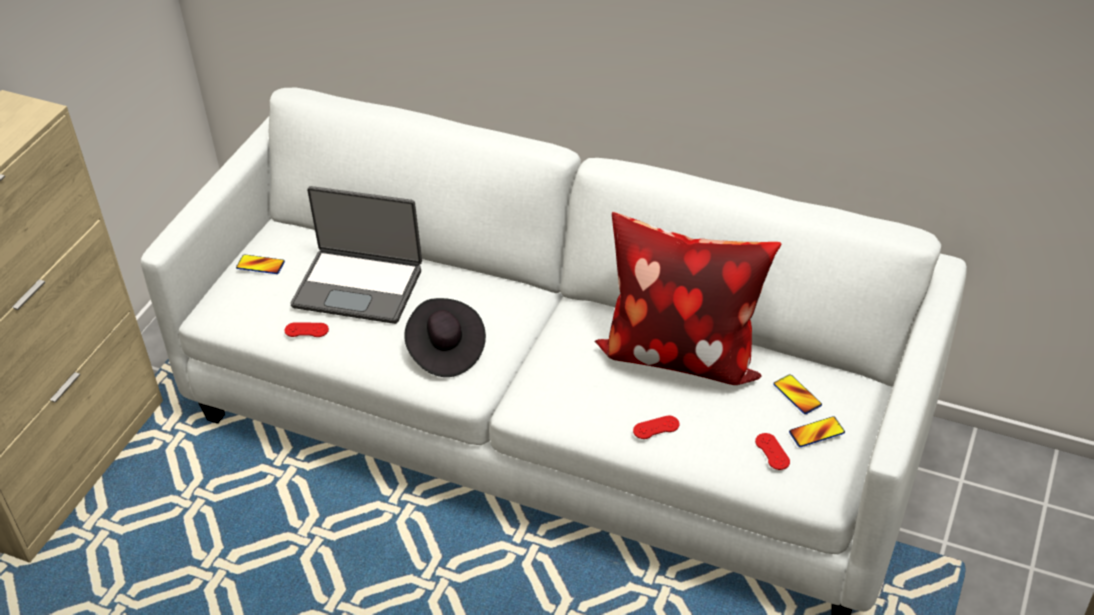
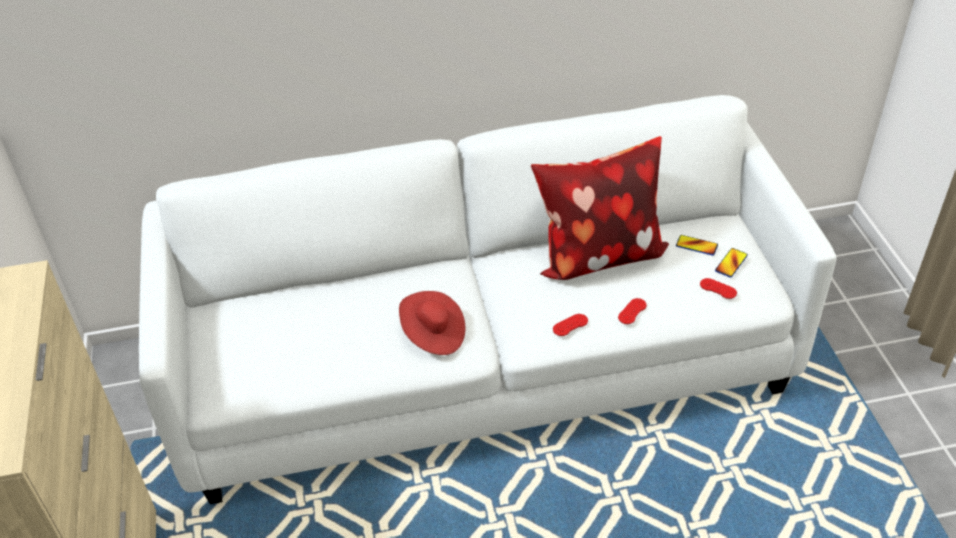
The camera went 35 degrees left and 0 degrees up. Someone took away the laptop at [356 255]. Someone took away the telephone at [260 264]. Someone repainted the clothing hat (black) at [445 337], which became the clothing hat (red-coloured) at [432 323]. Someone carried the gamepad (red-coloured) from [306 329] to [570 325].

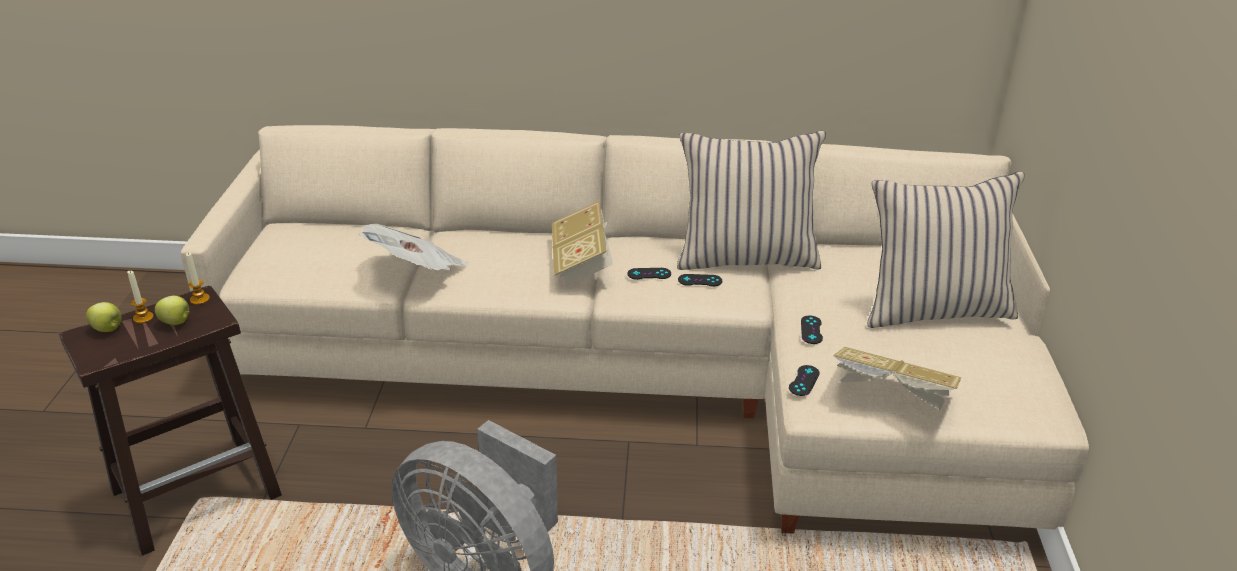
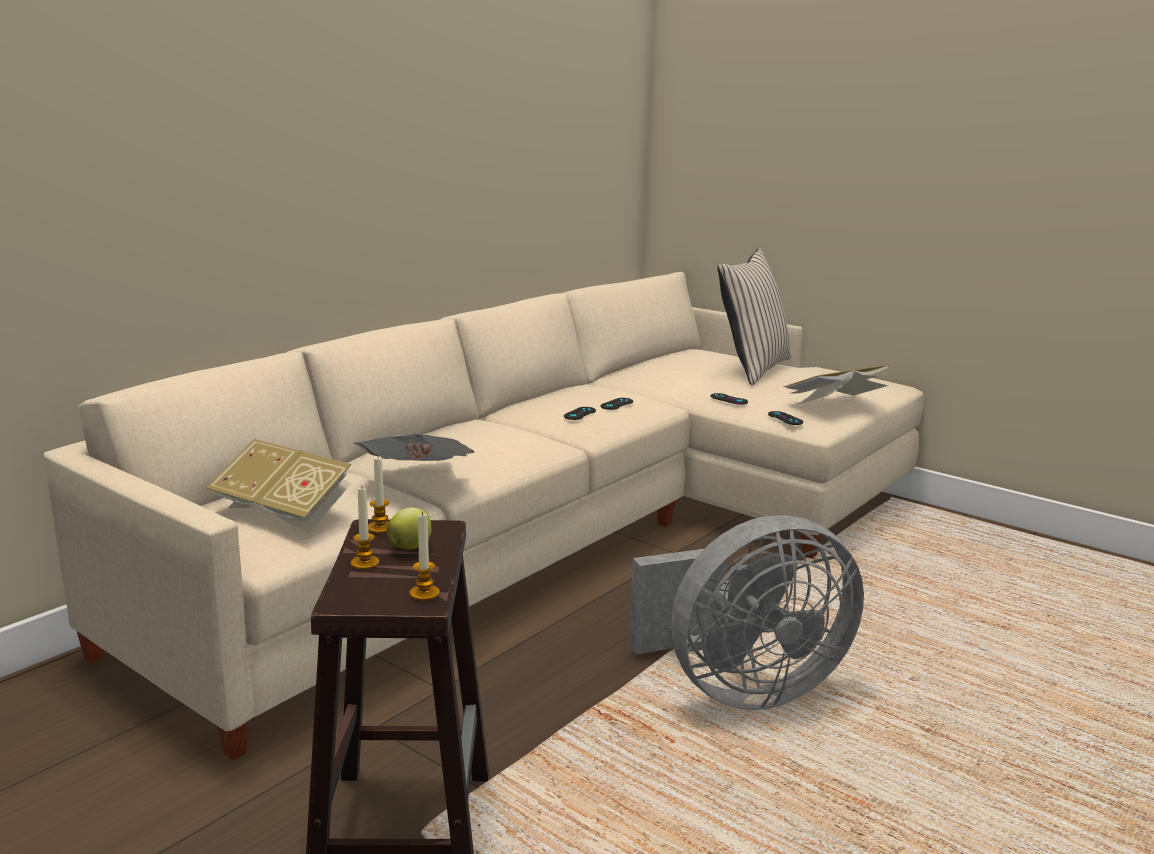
The camera went 55 degrees left and 15 degrees down. Someone took away the throw pillow (sand-coloured) at [751 200]. Someone carried the volume from [582 243] to [278 486]. Someone took away the apple at [104 317]. Someone put down the candle at [425 556].

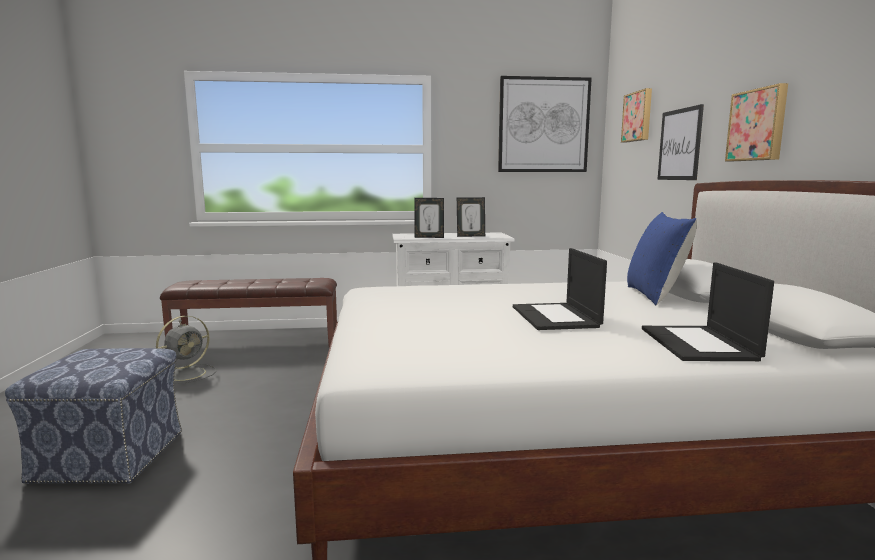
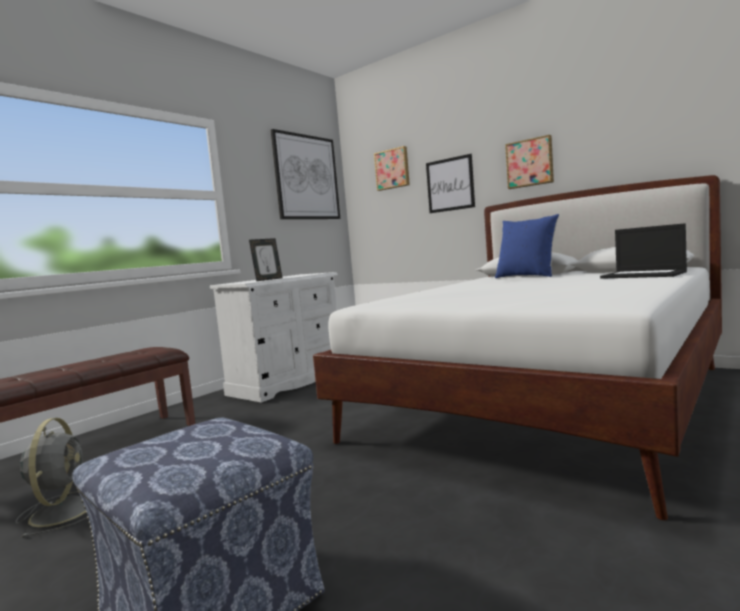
The camera went 45 degrees left and 5 degrees down. Someone took away the photo frame at [471 217]. Someone took away the laptop at [560 289].

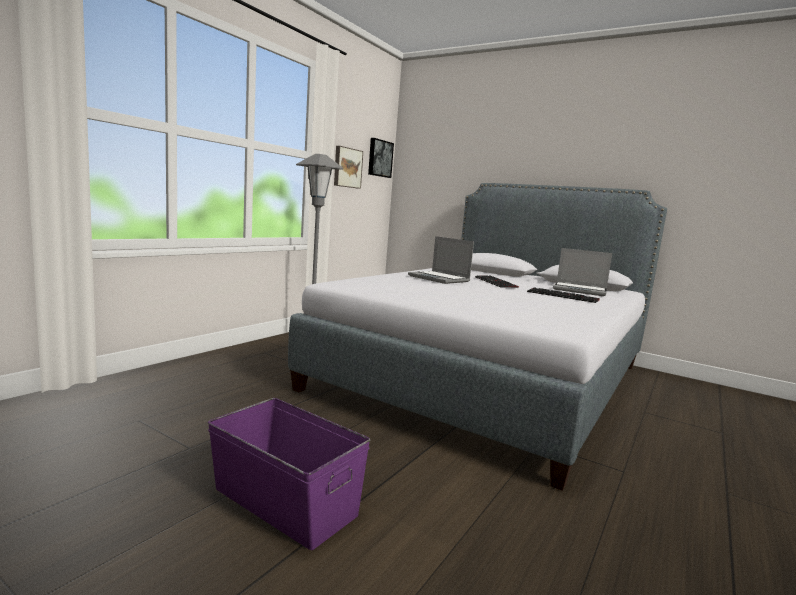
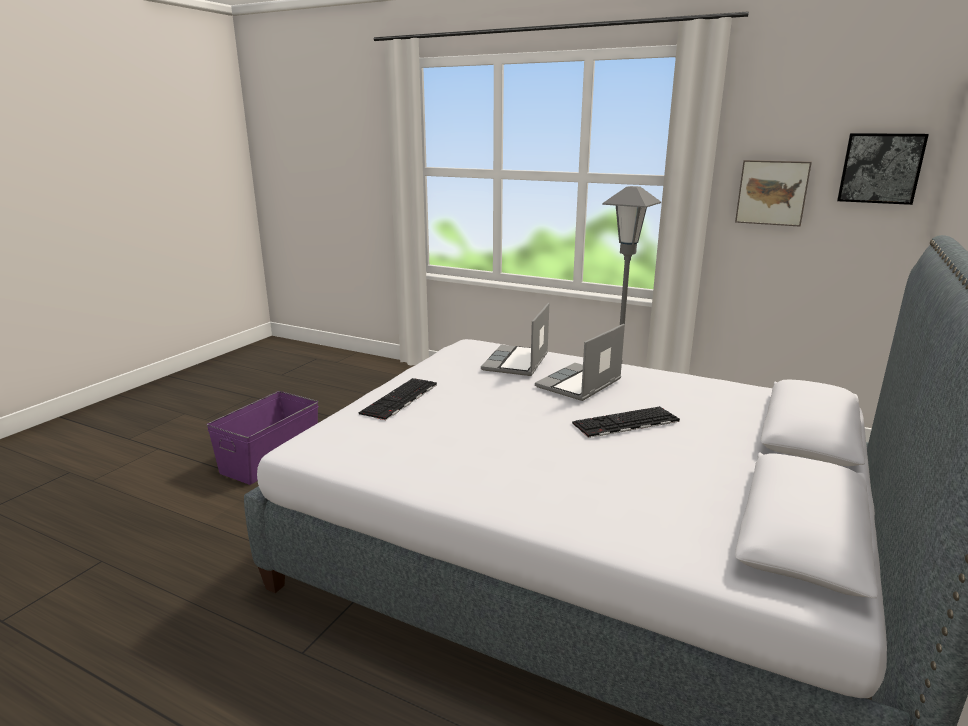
The camera went 85 degrees right and 10 degrees up. Someone carried the laptop from [582 272] to [515 339]. Someone carried the keyboard from [563 295] to [398 399].

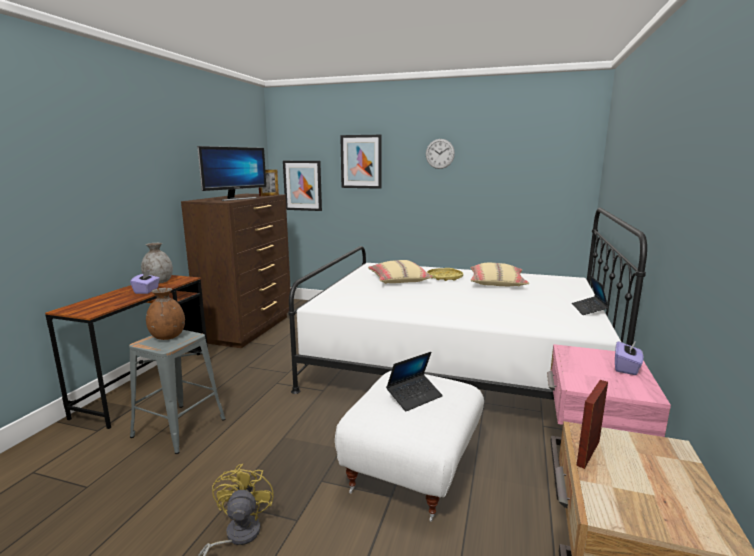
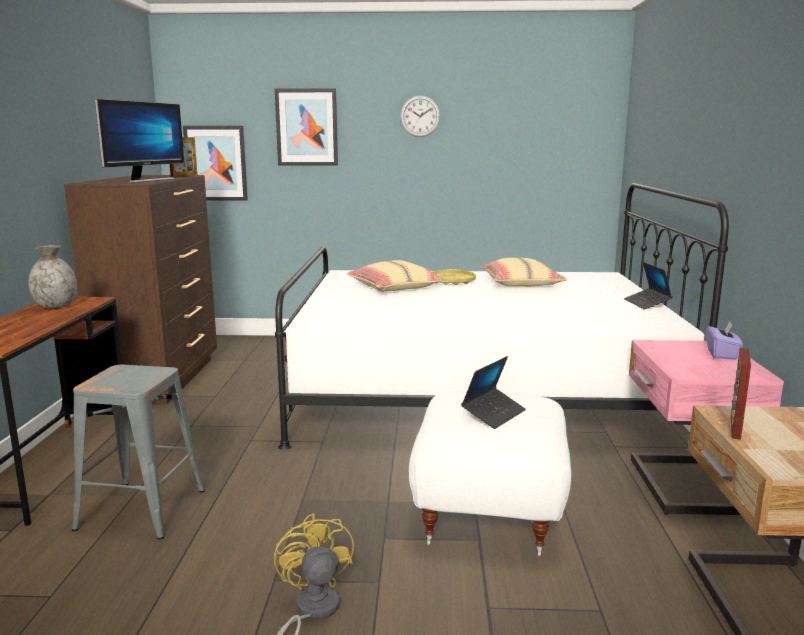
The camera went 15 degrees left and 0 degrees up. Someone took away the box of tissues (purple-coloured) at [145 282]. Someone took away the decorative vase (brown) at [165 314].

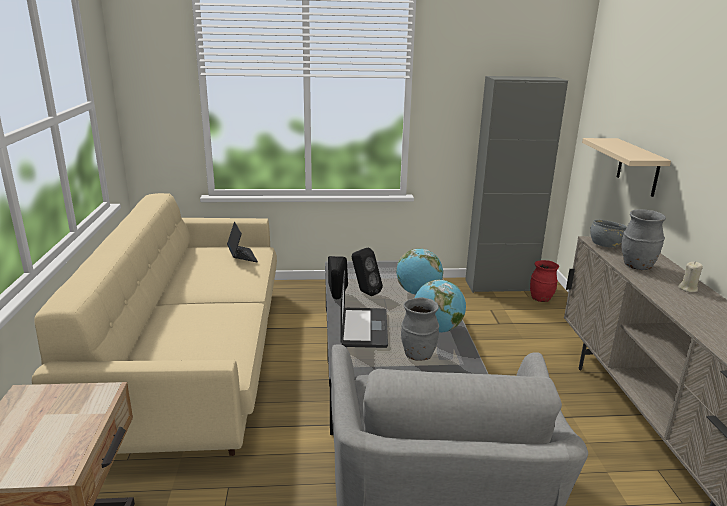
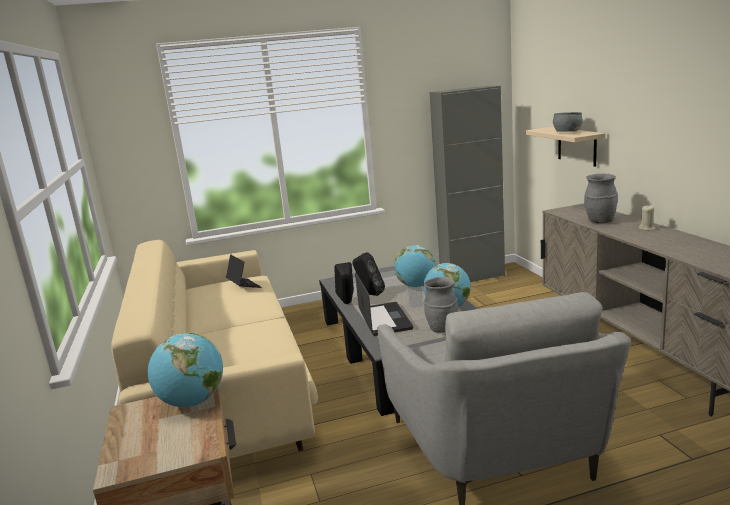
The camera went 10 degrees left and 5 degrees down. Someone carried the deep dish (grey) from [608 233] to [568 122]. Someone took away the decorative vase (red-coloured) at [544 281]. Someone put down the desk globe at [185 370].

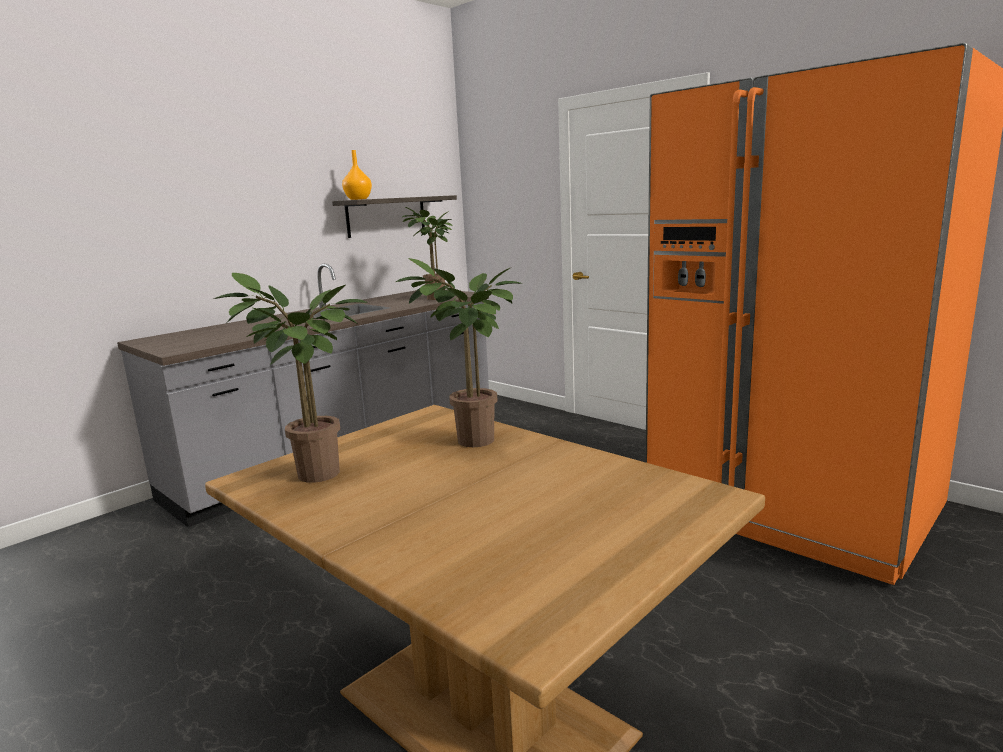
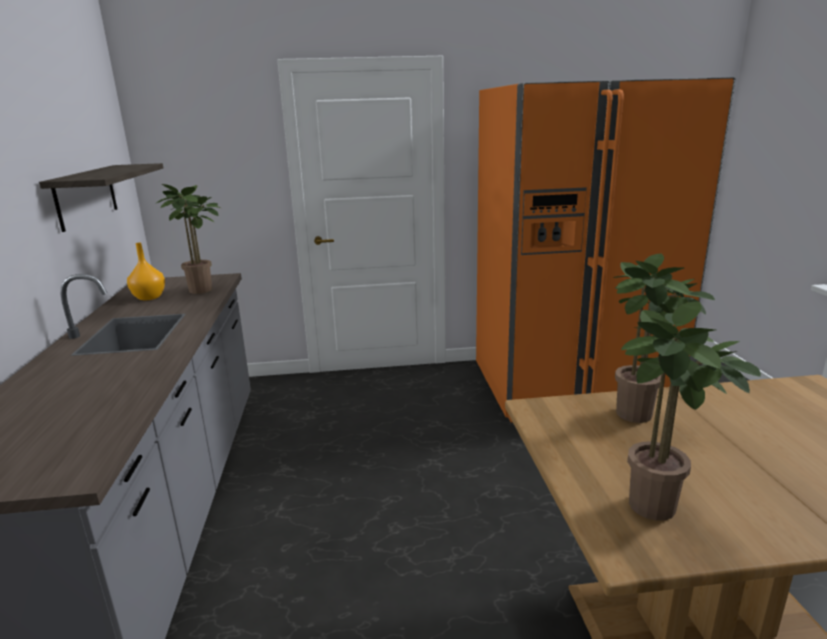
The camera went 50 degrees left and 5 degrees up. Someone carried the decorative vase (orange) from [357 175] to [146 271].

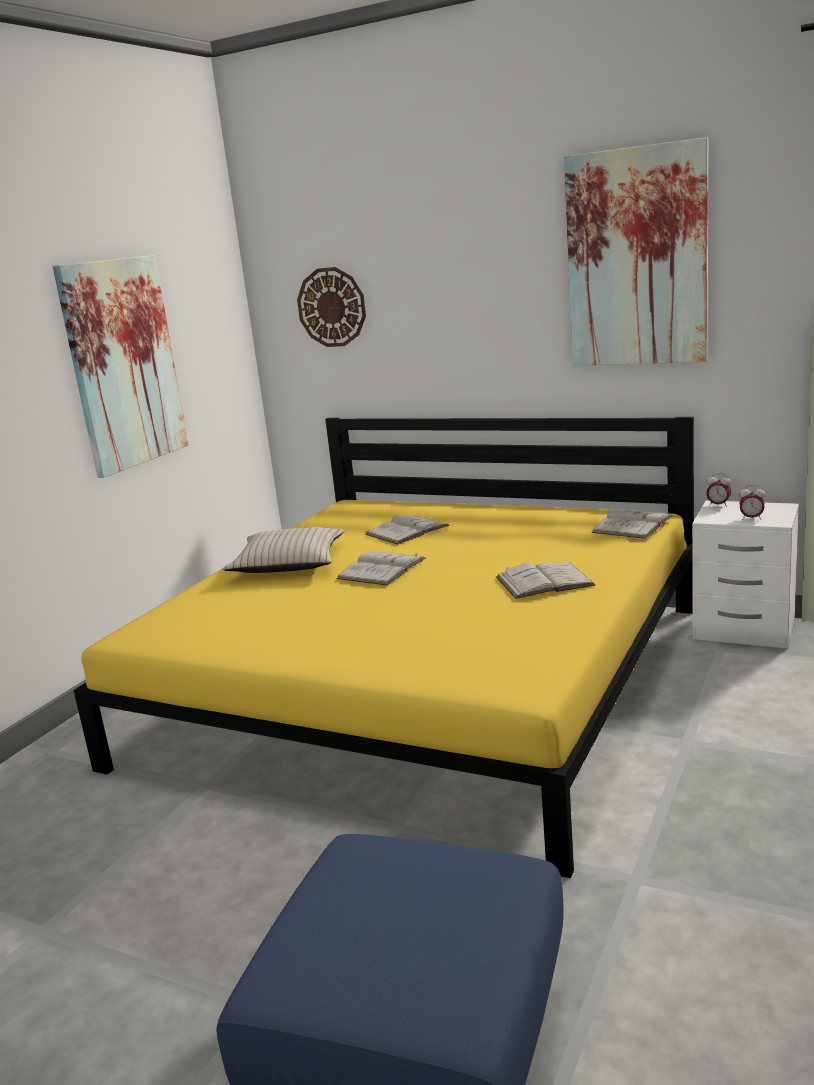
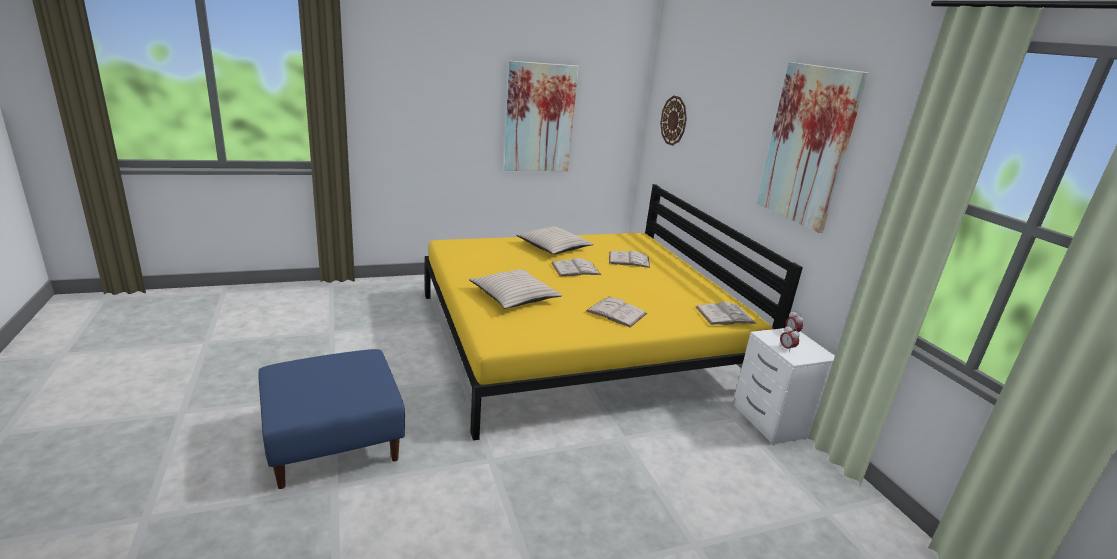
The camera went 40 degrees right and 5 degrees up. Someone put down the throw pillow (sand-coloured) at [516 289].

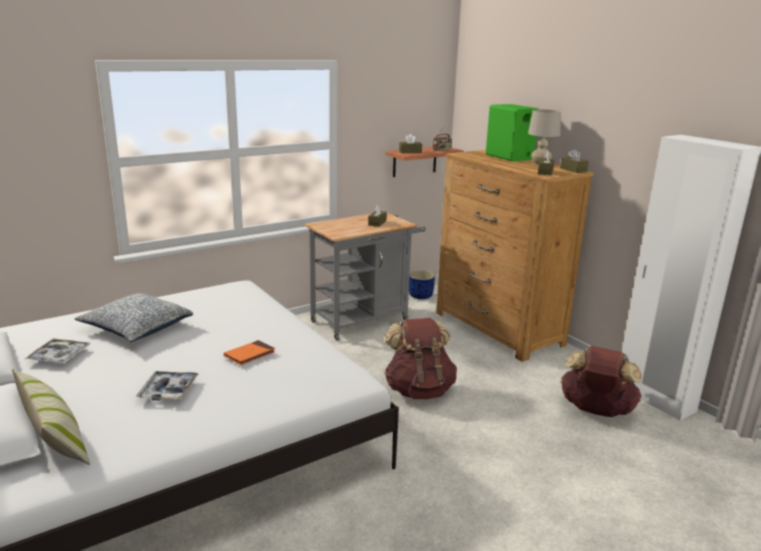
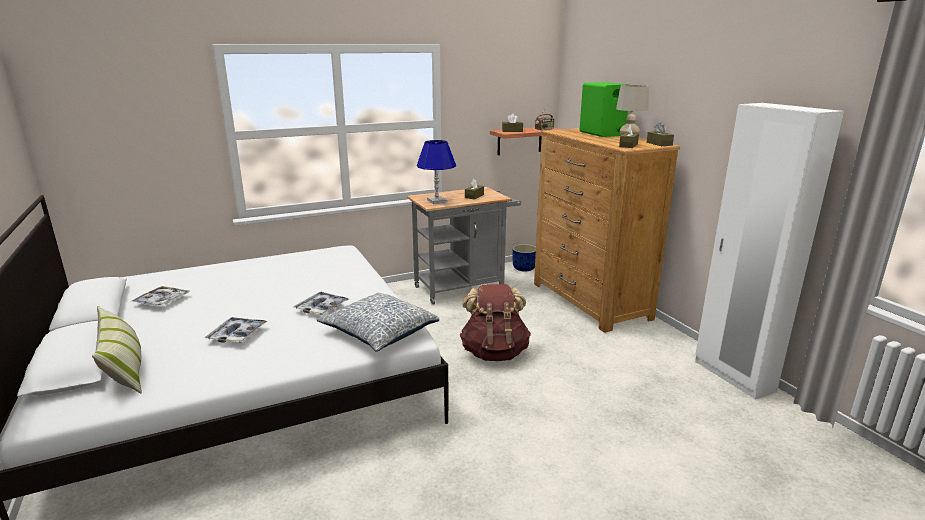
The camera went 10 degrees right and 0 degrees up. Someone carried the throw pillow from [134 317] to [378 322]. Someone swapped the volume (orange) at [249 352] for the carrying tray at [321 303]. Someone took away the backpack (brown) at [601 381]. Someone put down the table lamp (blue-coloured) at [436 172].

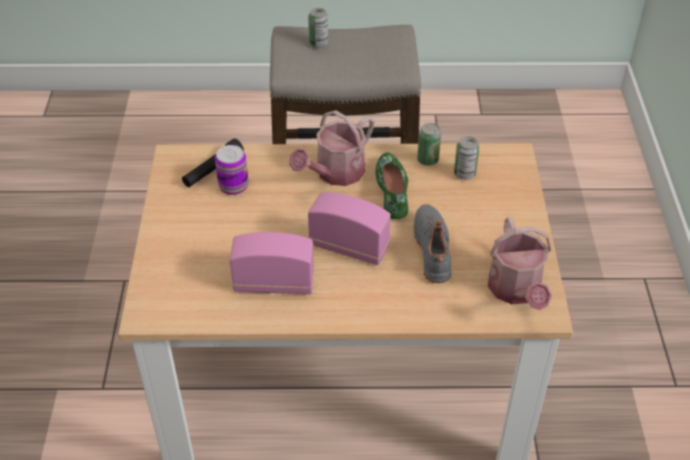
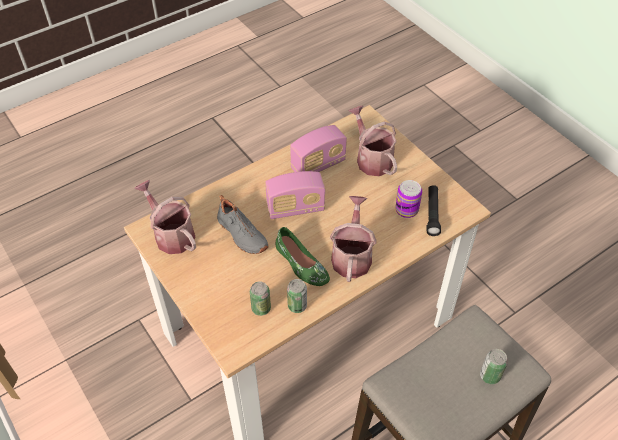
The camera went 145 degrees right and 5 degrees up. Someone put down the watering pot at [373 141].

